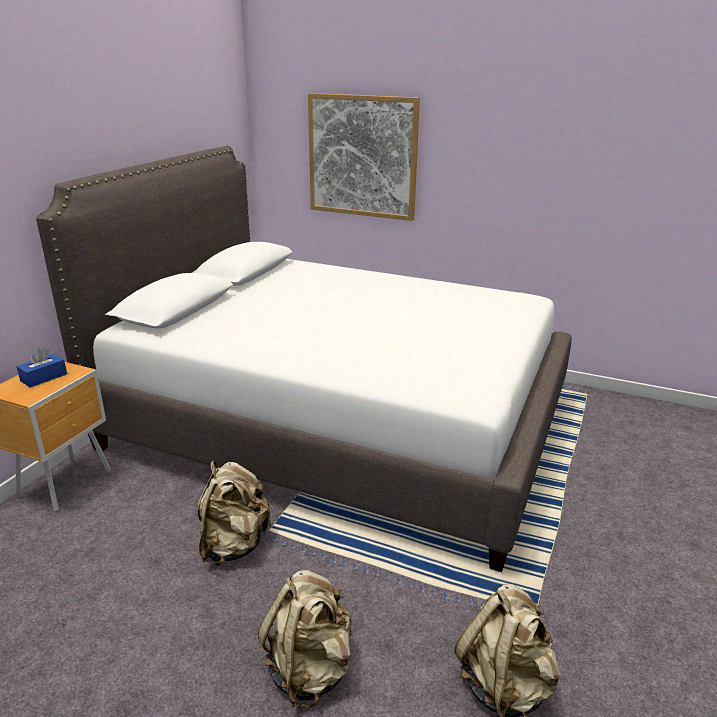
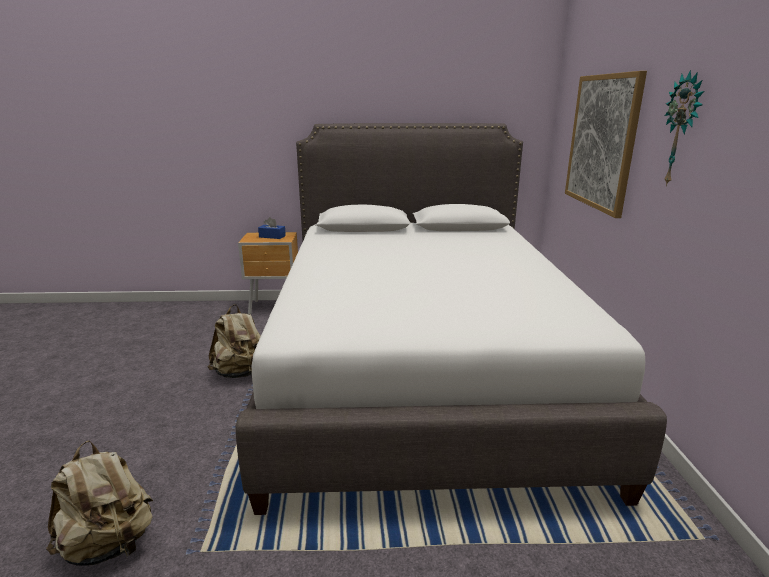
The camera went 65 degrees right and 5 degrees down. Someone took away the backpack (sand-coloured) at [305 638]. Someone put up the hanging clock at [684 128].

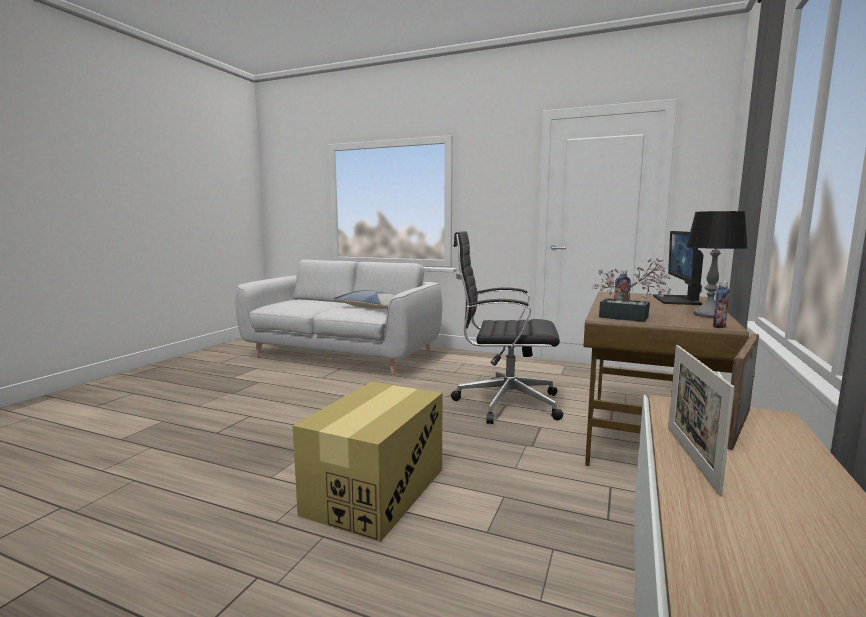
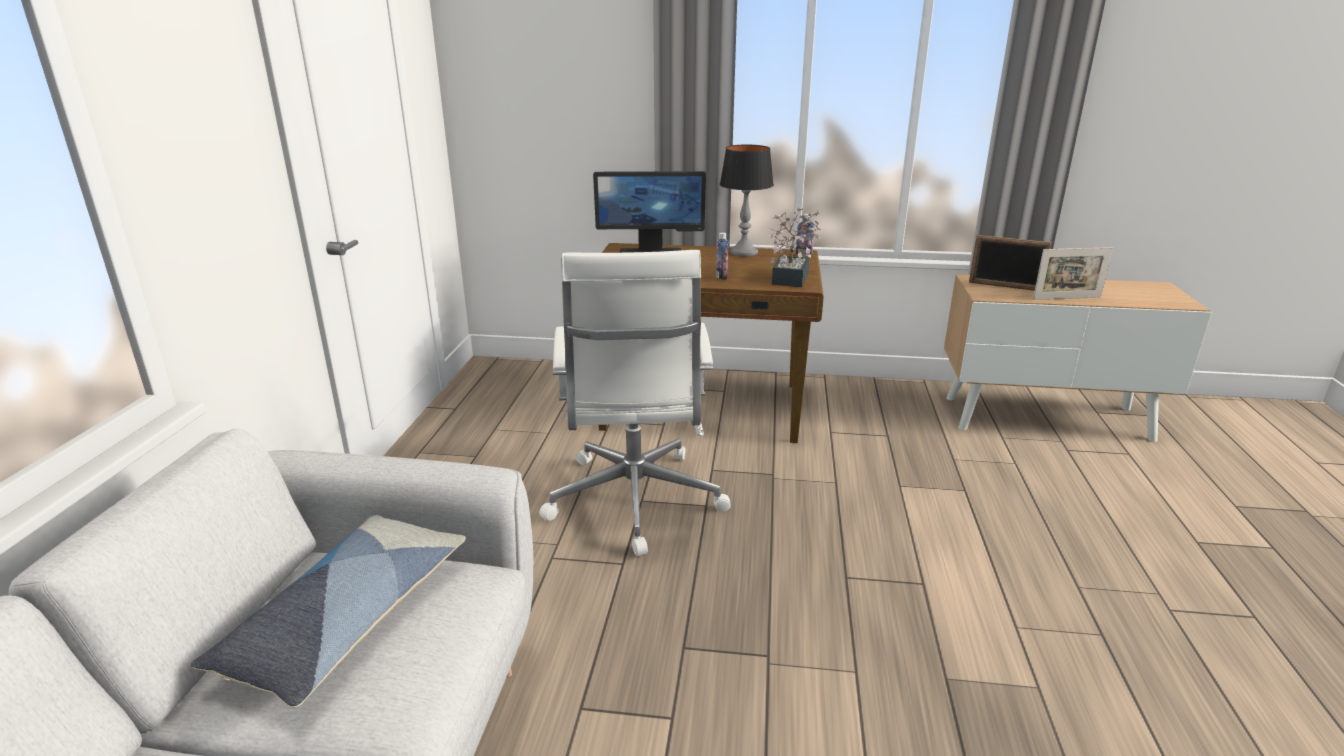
The camera went 105 degrees left and 15 degrees up. Someone repainted the computer chair (black) at [507 327], which became the computer chair (white) at [635 403]. Someone took away the packing box at [367 462].

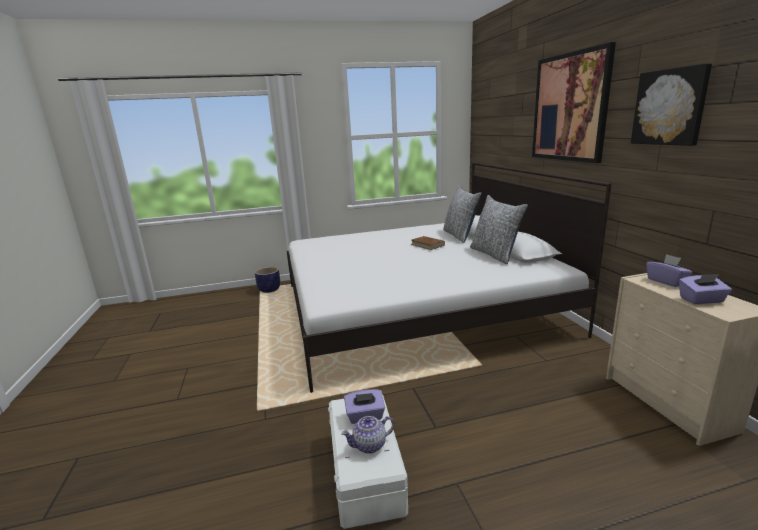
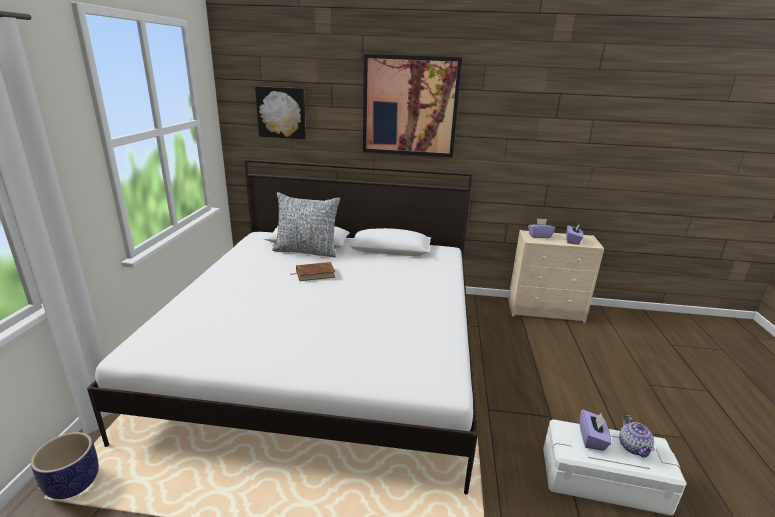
The camera went 70 degrees left and 5 degrees up. Someone carried the wall art from [671 104] to [280 112]. Someone took away the throw pillow at [499 229].

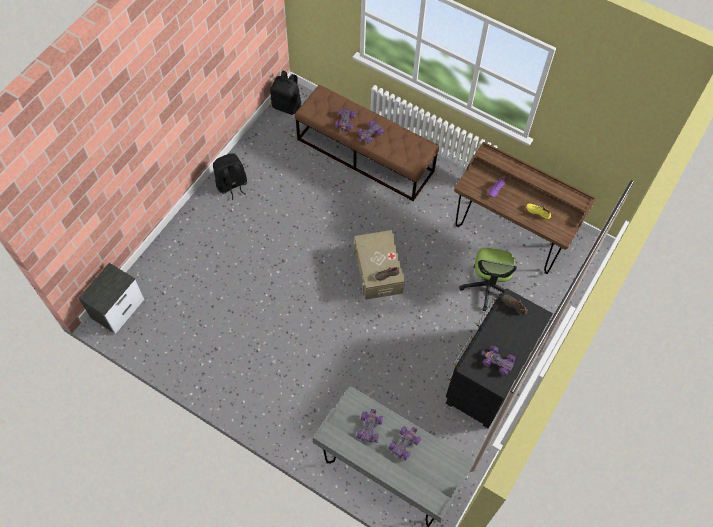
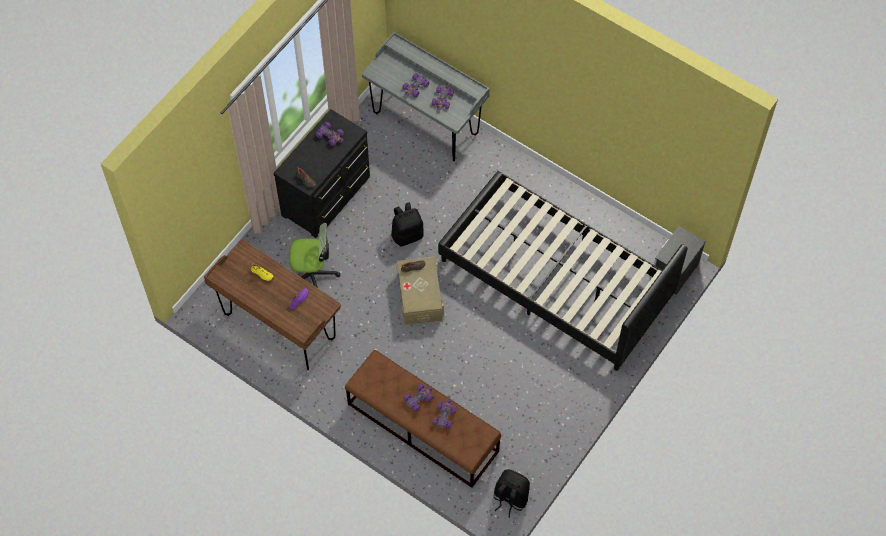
The camera went 175 degrees left and 0 degrees up. Someone carried the backpack (black) from [230 176] to [407 224]. Someone rotated the computer chair at [488 279] by 75 degrees clockwise. Someone put down the bedroom bed (black) at [563 271].

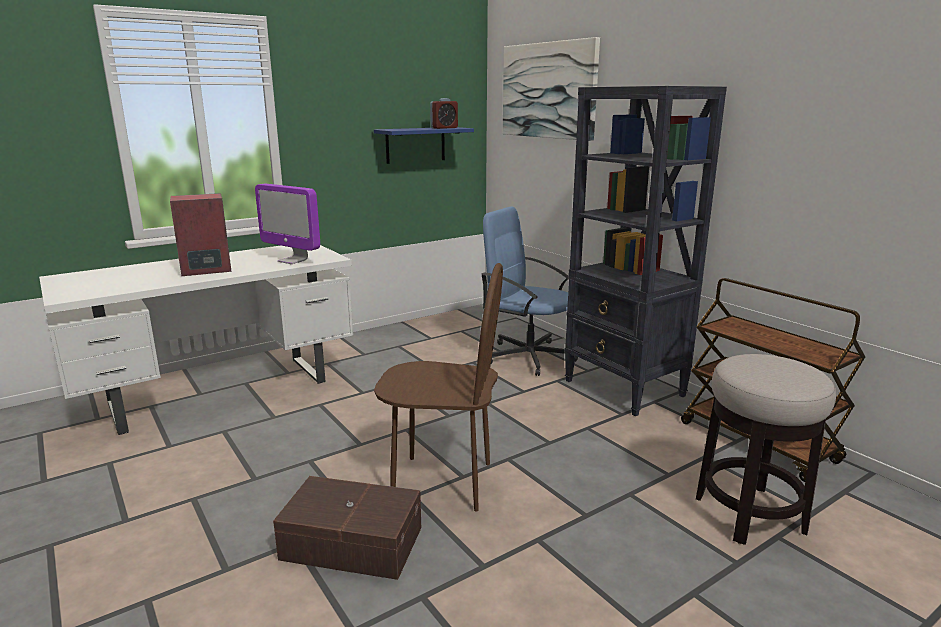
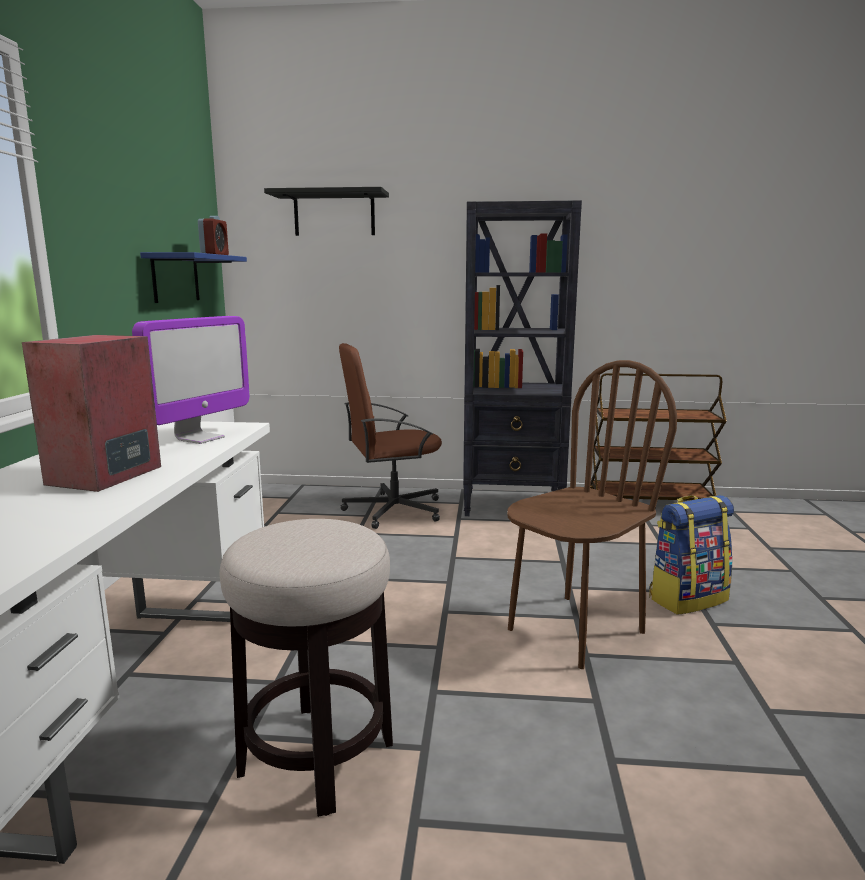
The camera went 50 degrees left and 5 degrees down. Someone swapped the wall art at [551 89] for the wall shelf (black) at [326 211]. Someone rotated the computer display at [287 224] by 45 degrees counterclockwise. Someone repainted the computer chair (blue-coloured) at [529 291], which became the computer chair (brown) at [390 436]. Someone carried the stool from [766 449] to [306 668]. Someone took away the storage bin (brown) at [347 528]. Someone put down the backpack at [691 555].

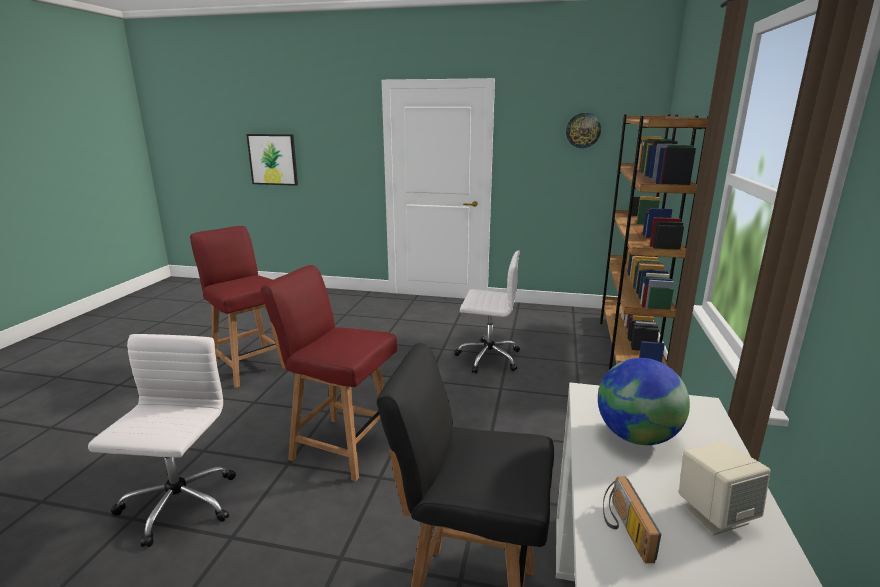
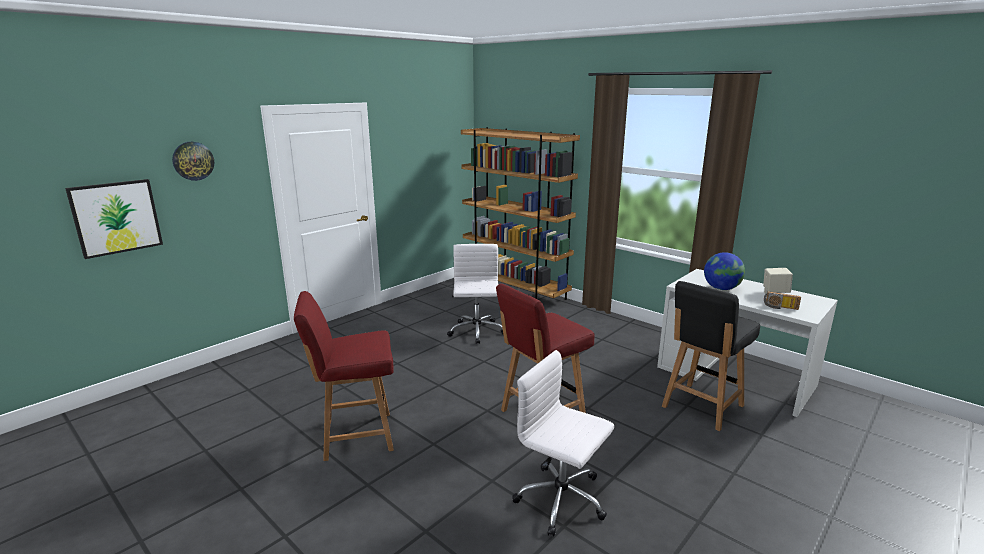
The camera went 60 degrees left and 0 degrees up. Someone carried the hanging clock from [583 130] to [193 161]. Someone rotated the computer chair (white) at [487 312] by 45 degrees counterclockwise.

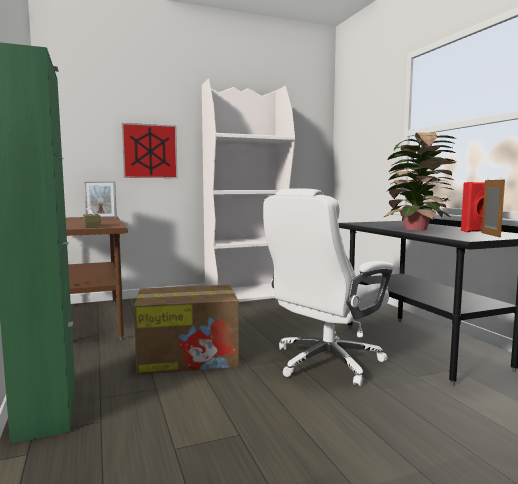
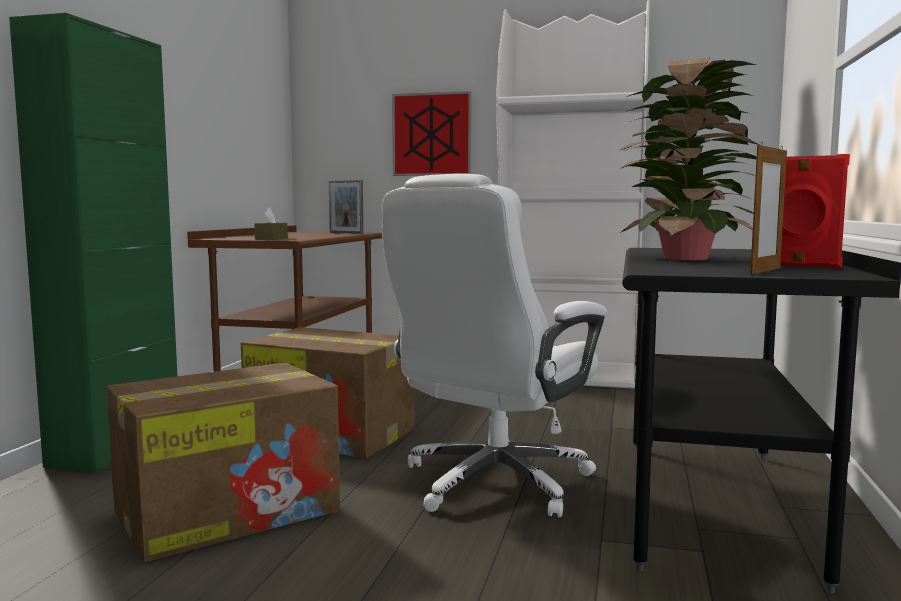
The camera went 35 degrees right and 0 degrees up. Someone rotated the computer chair (white) at [328 287] by 45 degrees counterclockwise. Someone put down the packing box at [223 462].

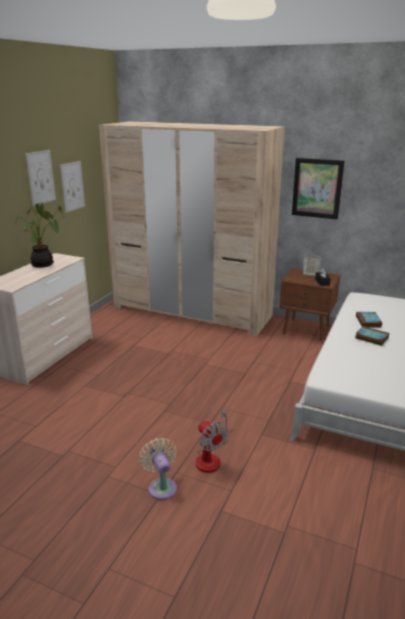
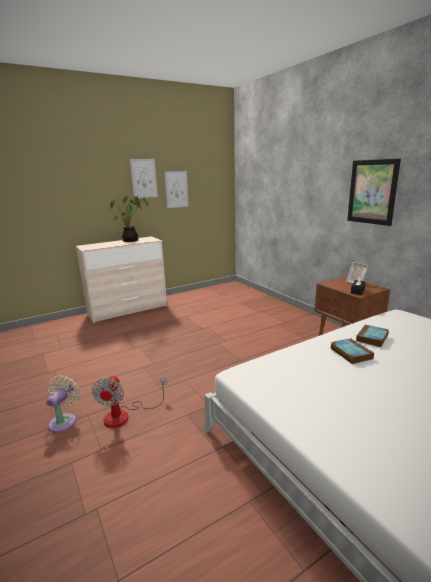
The camera went 35 degrees right and 5 degrees down. Someone took away the armoire (sand-coloured) at [192 228].

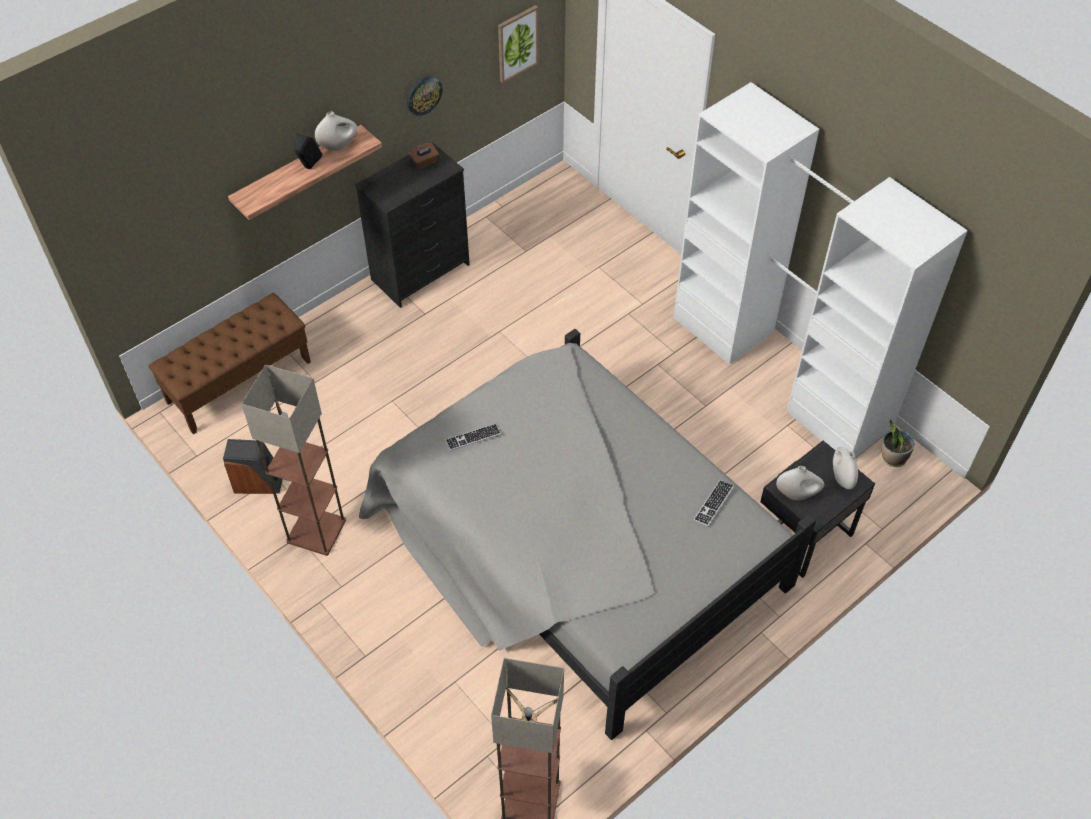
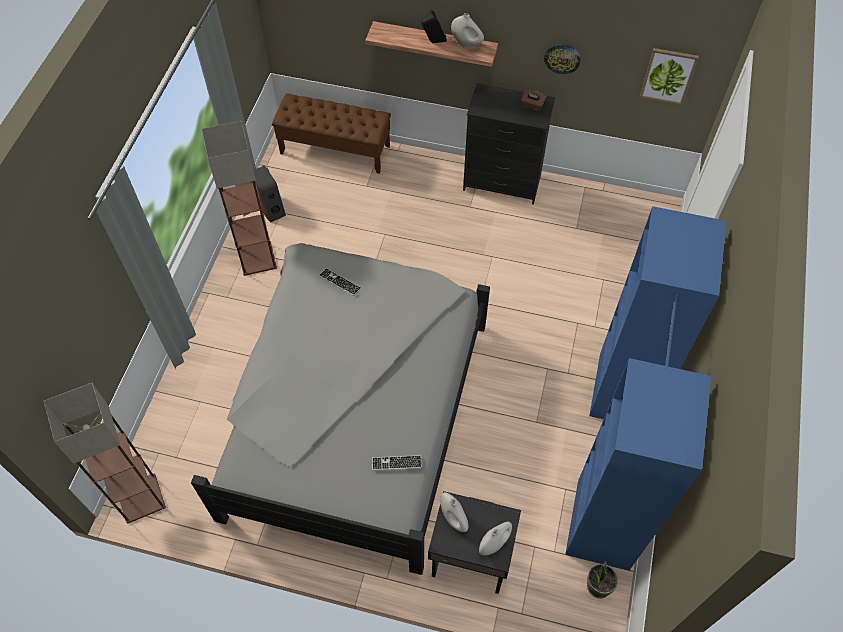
The camera went 55 degrees right and 5 degrees up. Someone repainted the armoire (white) at [821 270], which became the armoire (blue-coloured) at [645 388].

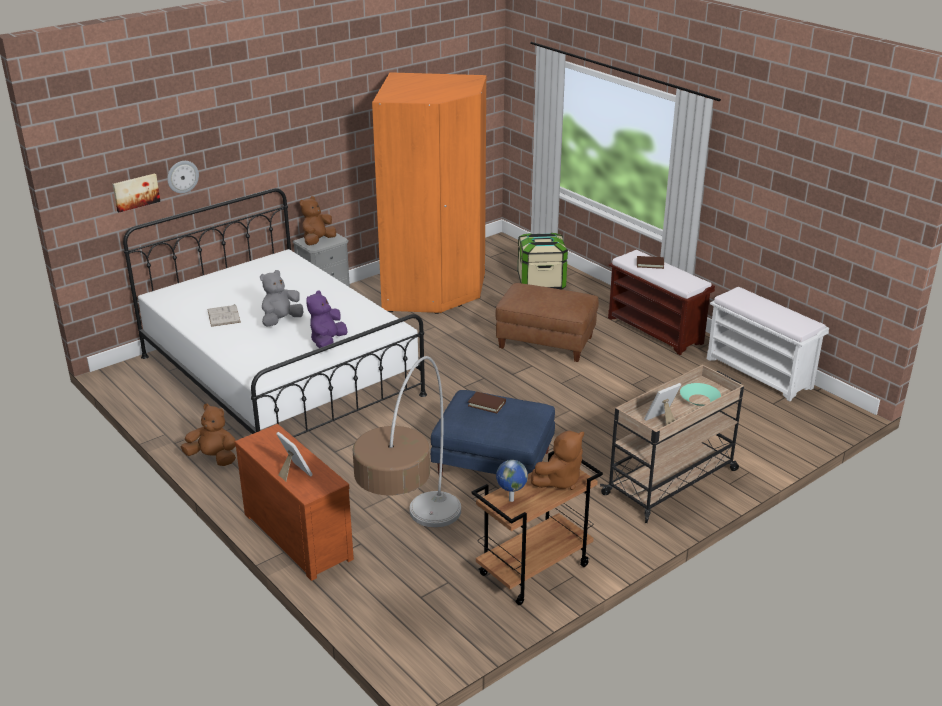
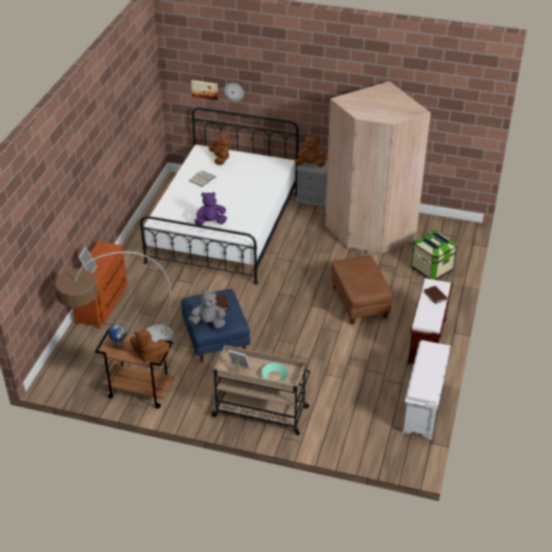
The camera went 55 degrees right and 10 degrees up. Someone repainted the armoire (orange) at [429 193], which became the armoire (sand-coloured) at [378 167]. Someone carried the soft toy (grey) from [281 298] to [207 309]. Someone carried the soft toy (brown) from [208 435] to [219 147].

